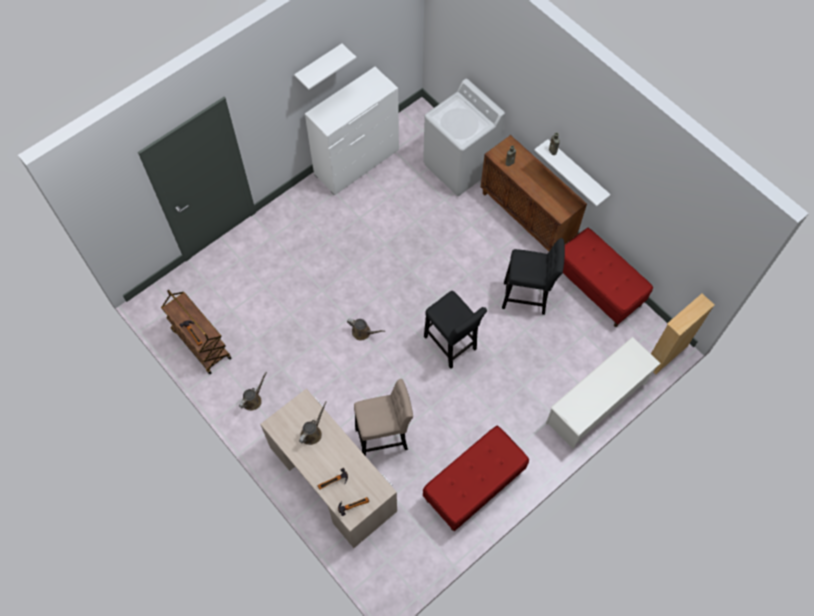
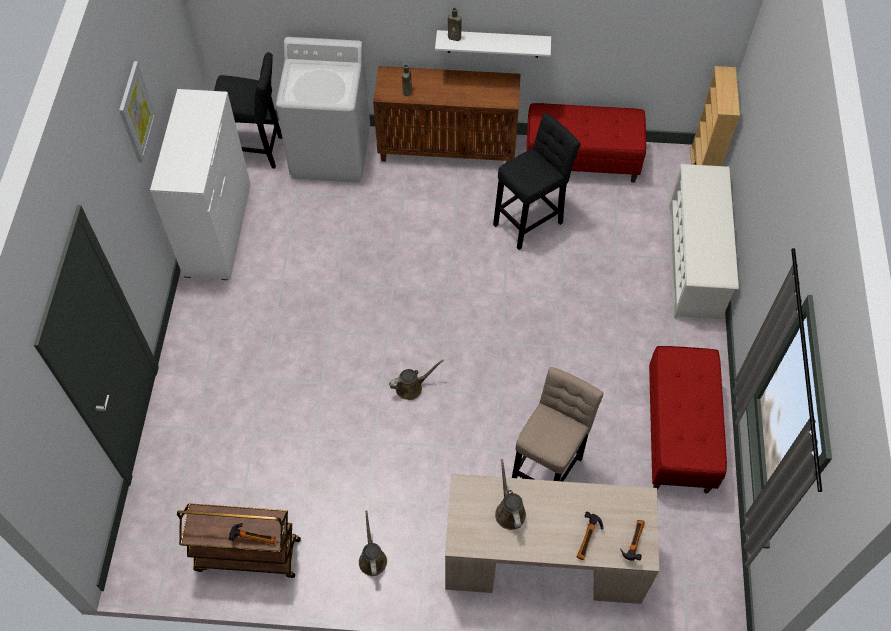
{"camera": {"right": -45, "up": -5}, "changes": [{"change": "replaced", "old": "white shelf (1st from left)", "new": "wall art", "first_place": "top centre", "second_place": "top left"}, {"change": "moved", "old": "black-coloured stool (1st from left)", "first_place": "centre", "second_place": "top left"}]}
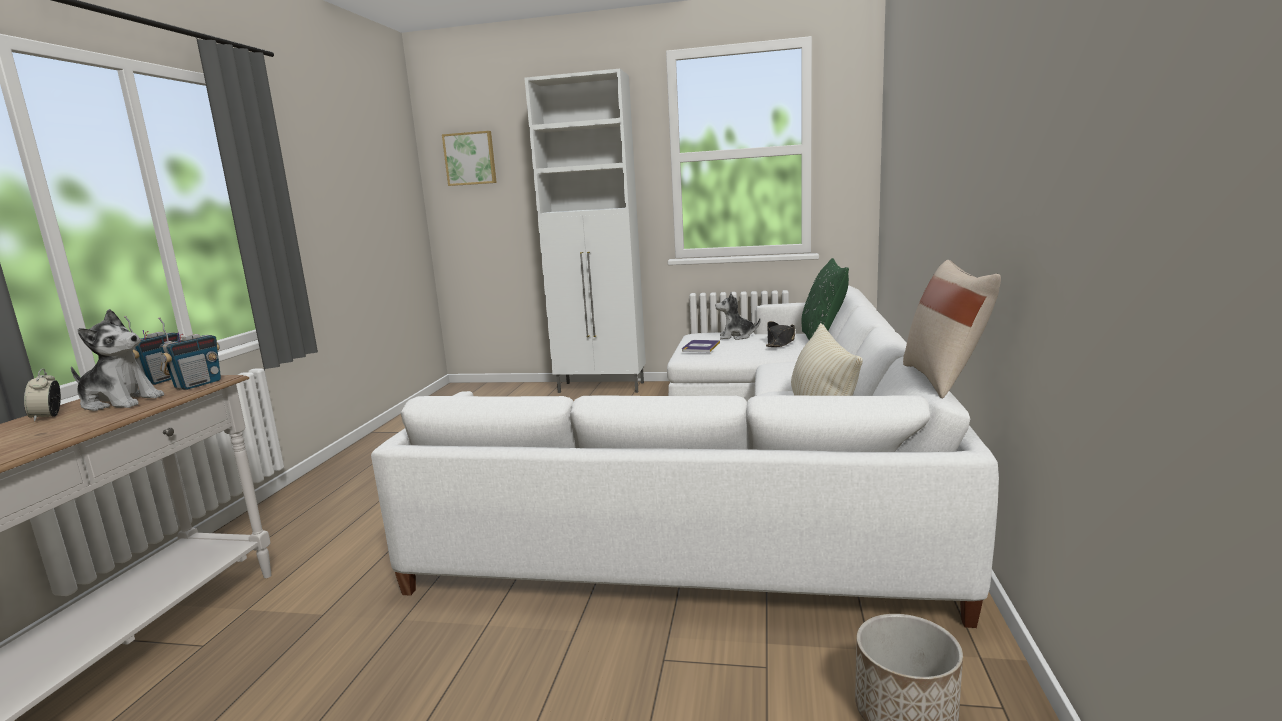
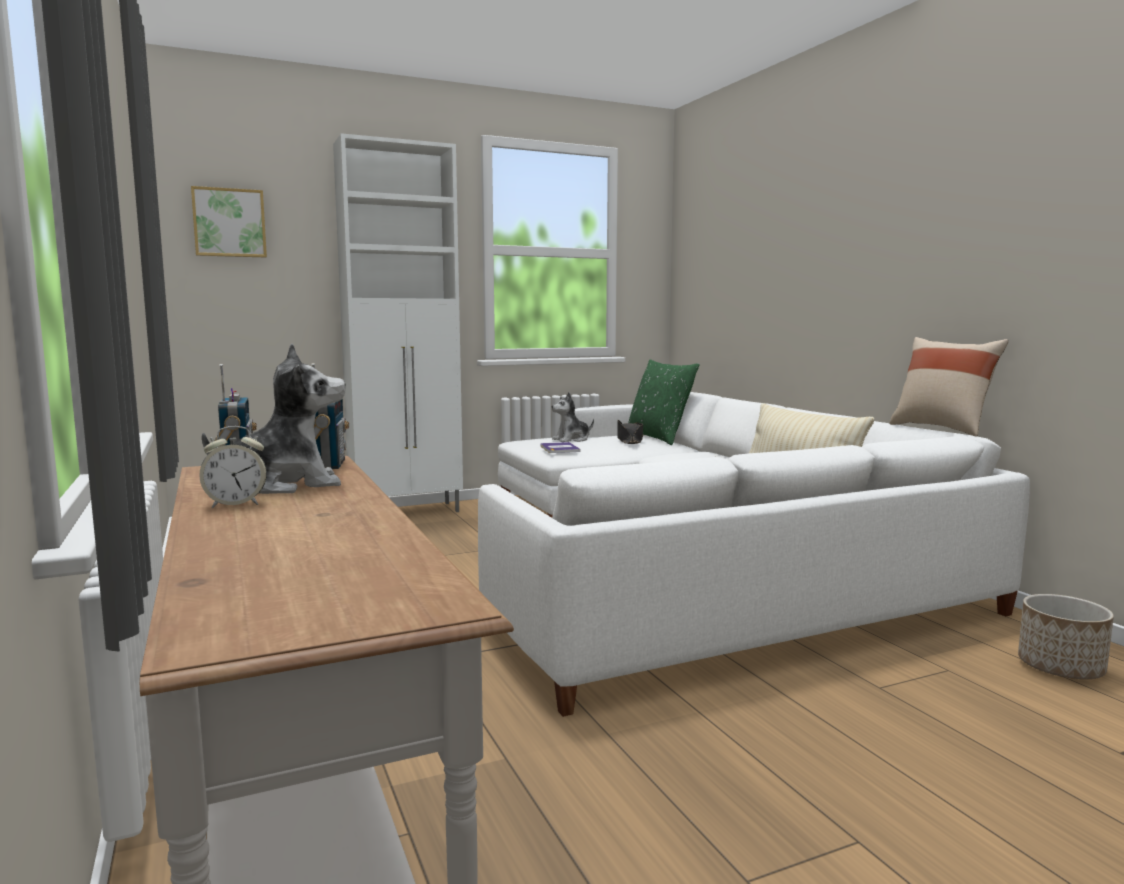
{"camera": {"right": -35, "up": -5}, "changes": [{"change": "turned", "old": "table clock", "first_place": "middle left", "second_place": "middle left", "degrees": -45}]}
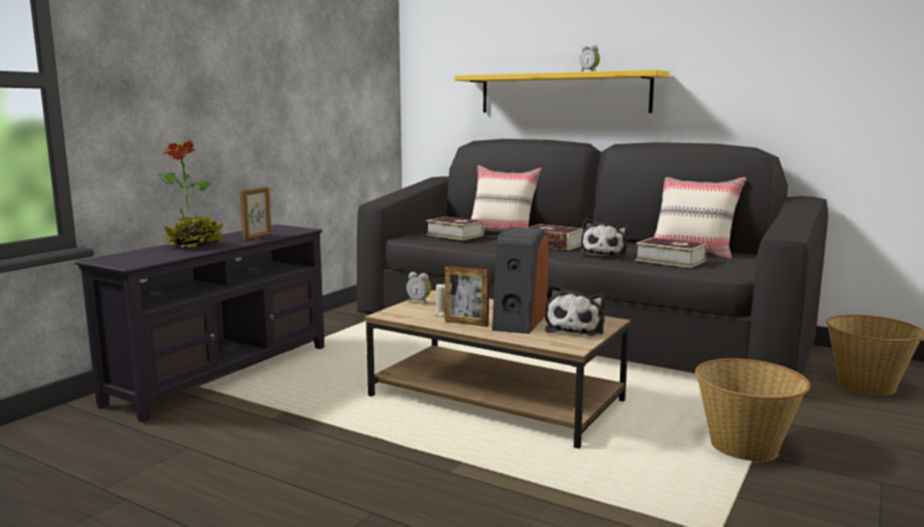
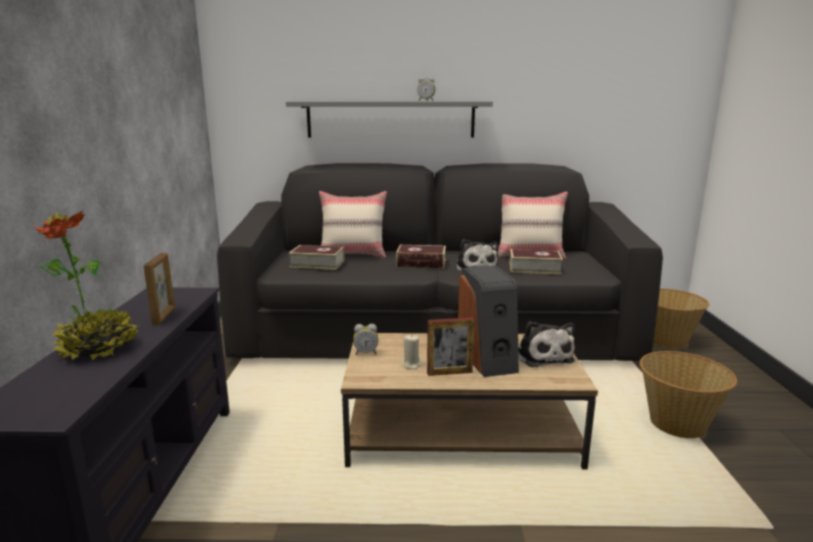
{"camera": {"right": -30, "up": 5}, "changes": [{"change": "recoloured", "old": "yellow-coloured shelf", "new": "gray shelf", "first_place": "top centre", "second_place": "top centre"}]}
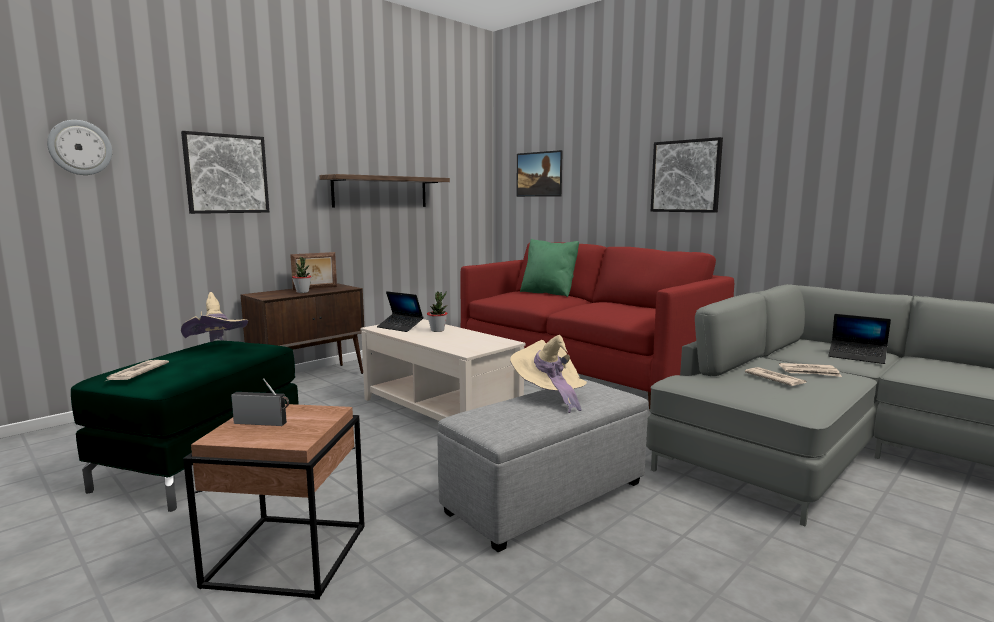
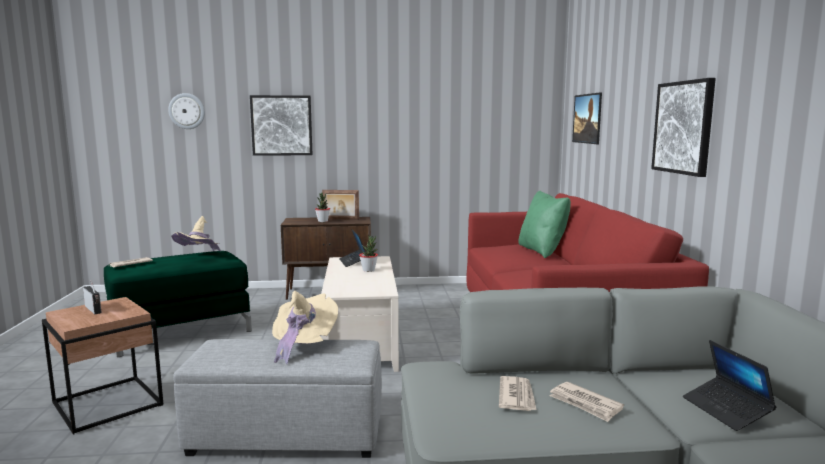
{"camera": {"right": 40, "up": 0}, "changes": [{"change": "removed", "old": "shelf", "first_place": "top centre"}]}
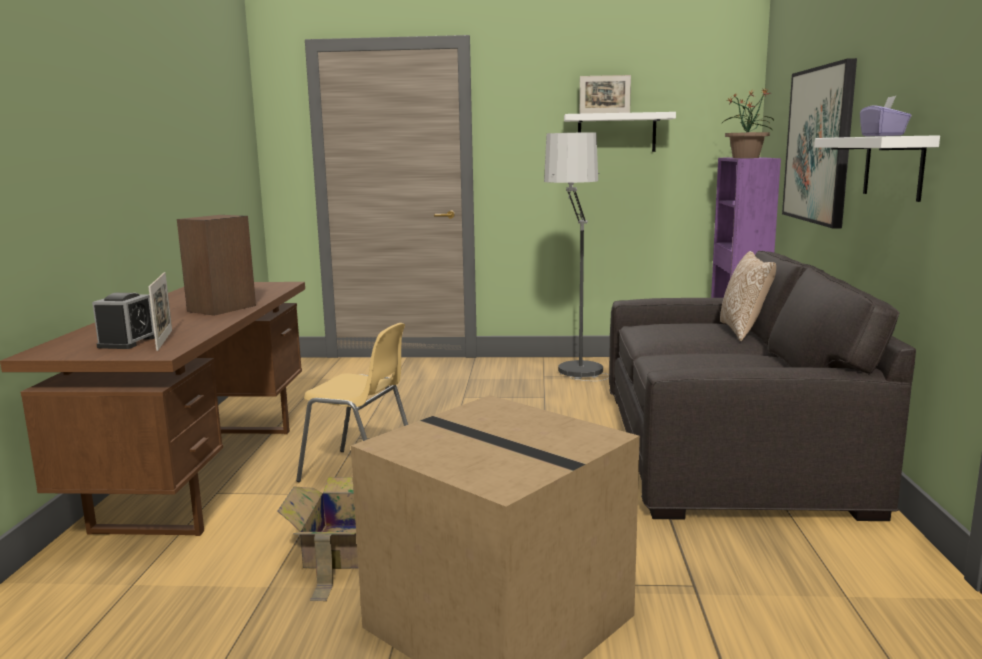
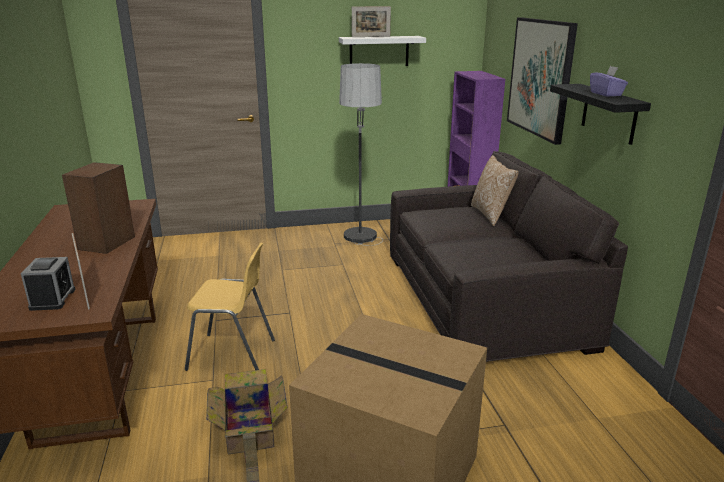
{"camera": {"right": -15, "up": 10}, "changes": [{"change": "recoloured", "old": "white shelf (2nd from left)", "new": "black-coloured shelf", "first_place": "top right", "second_place": "top right"}, {"change": "removed", "old": "houseplant", "first_place": "top right"}]}
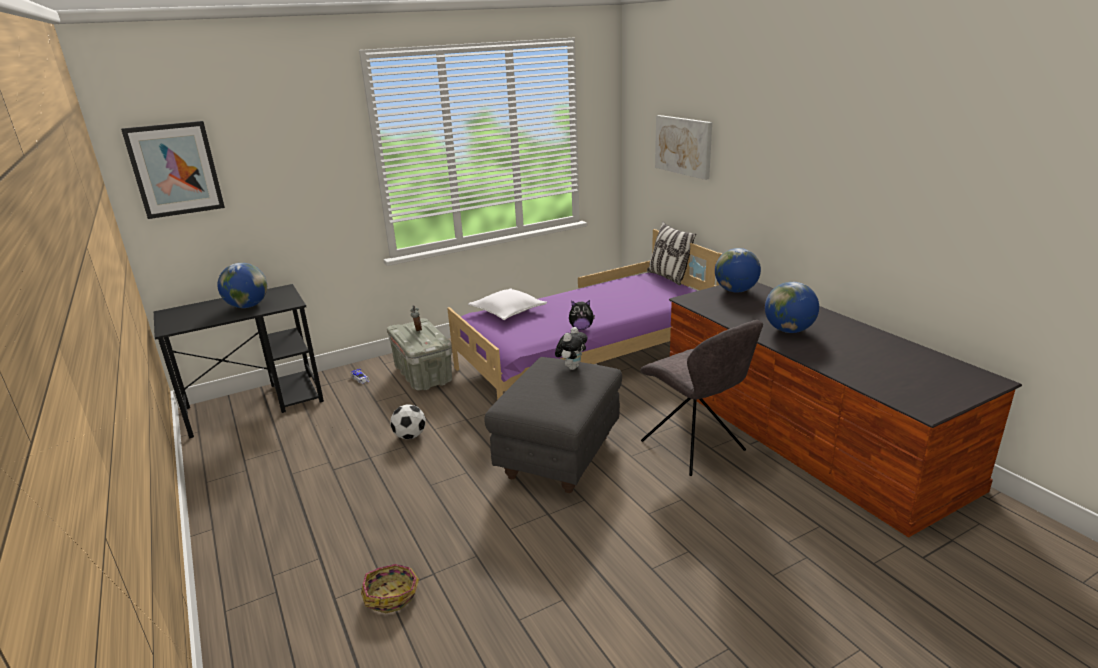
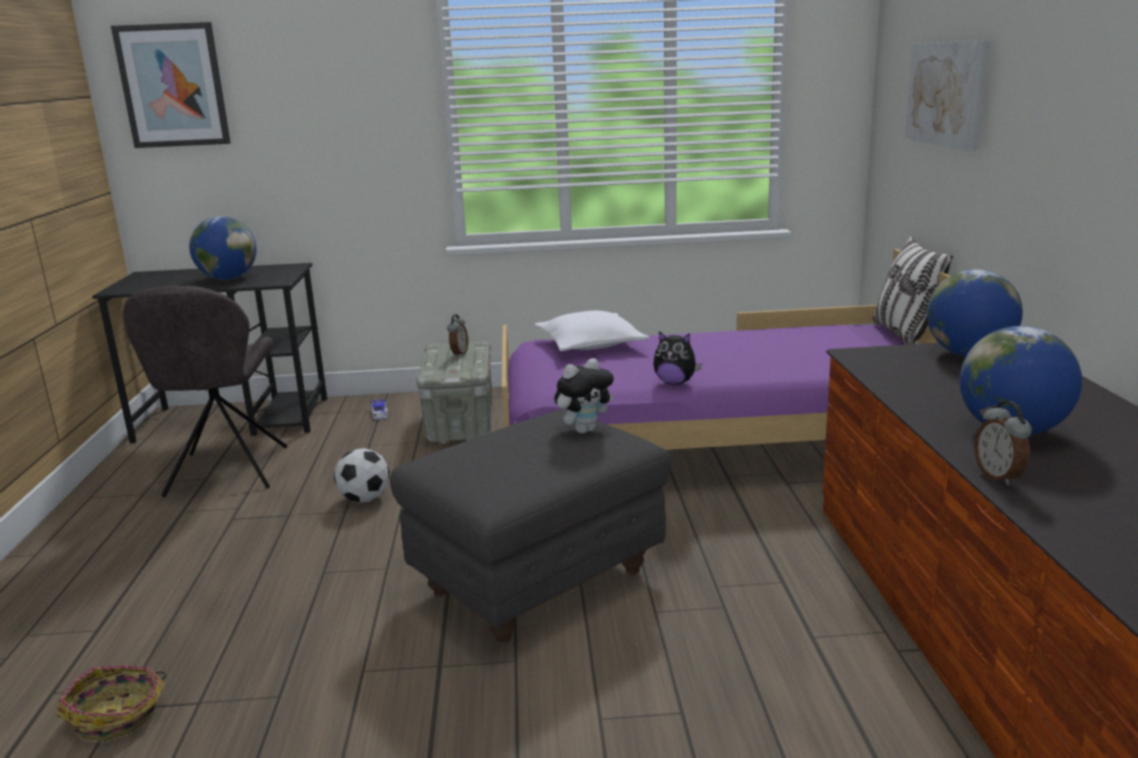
{"camera": {"right": 25, "up": -5}, "changes": [{"change": "moved", "old": "gray chair", "first_place": "centre", "second_place": "middle left"}, {"change": "added", "new": "table clock (2nd from left)", "second_place": "middle right"}]}
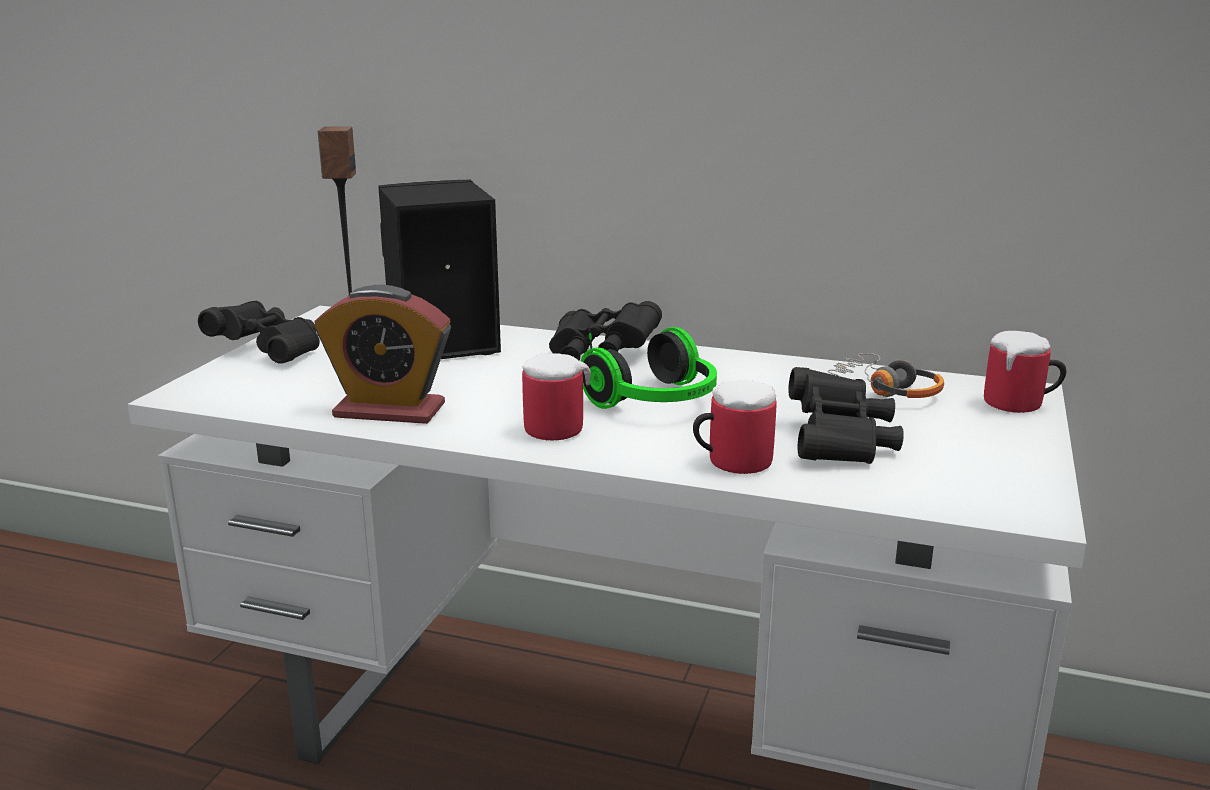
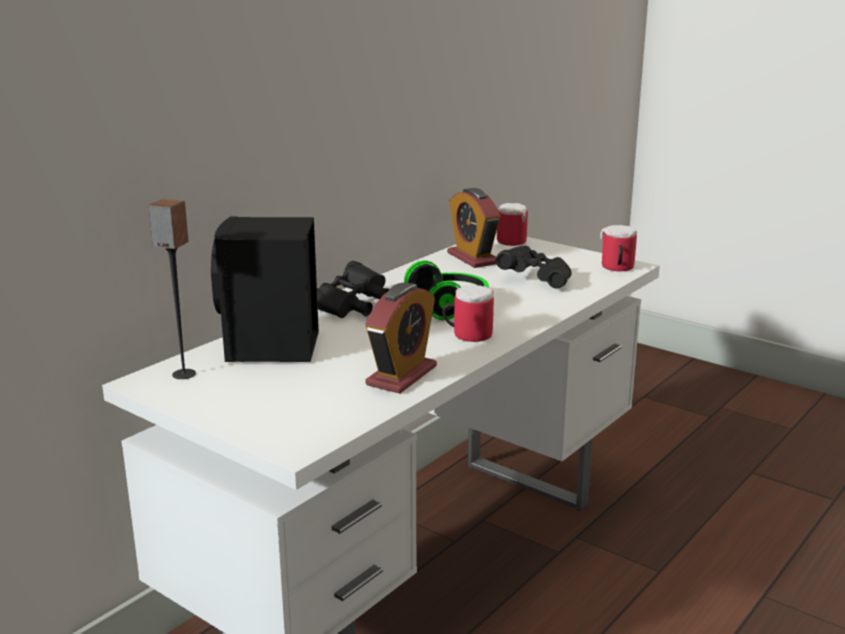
{"camera": {"right": -70, "up": 0}, "changes": [{"change": "replaced", "old": "headset (2nd from left)", "new": "table clock (2nd from left)", "first_place": "middle right", "second_place": "centre"}, {"change": "moved", "old": "tea mug (2nd from left in the first image)", "new": "tea mug (3rd from left)", "first_place": "centre", "second_place": "middle right"}, {"change": "removed", "old": "black-coloured field glasses (1st from left)", "first_place": "middle left"}]}
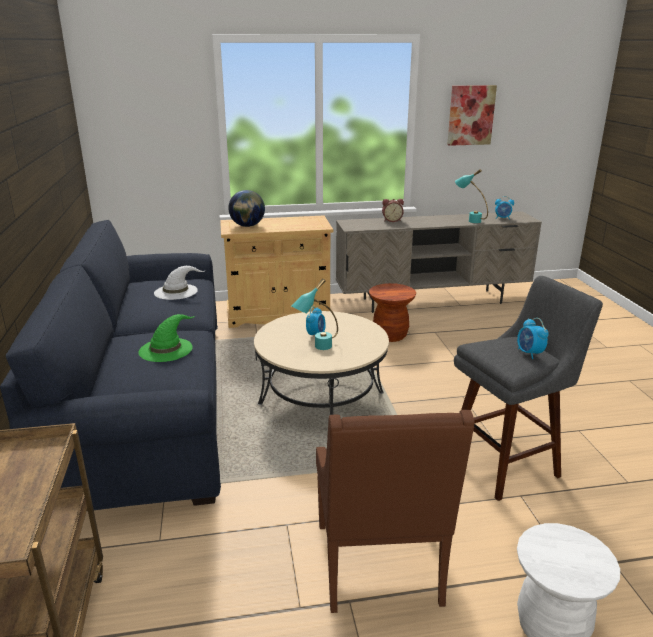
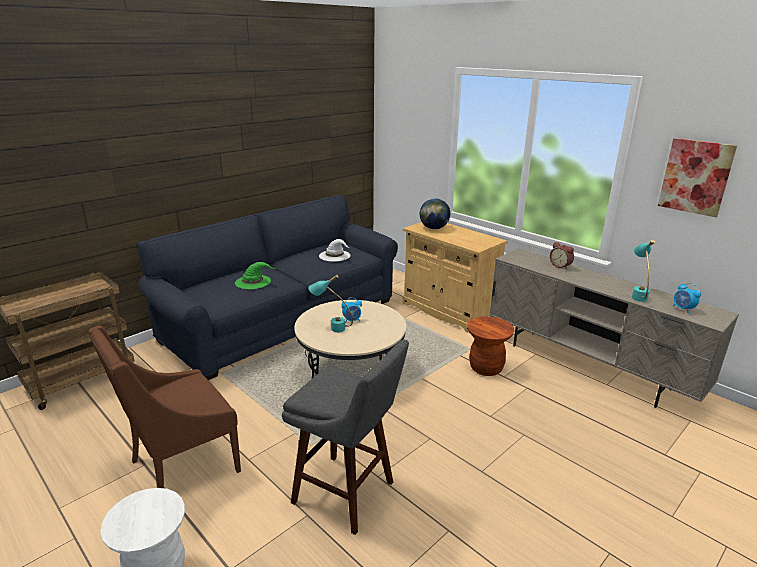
{"camera": {"right": 55, "up": 0}, "changes": [{"change": "removed", "old": "table clock (4th from left)", "first_place": "middle right"}]}
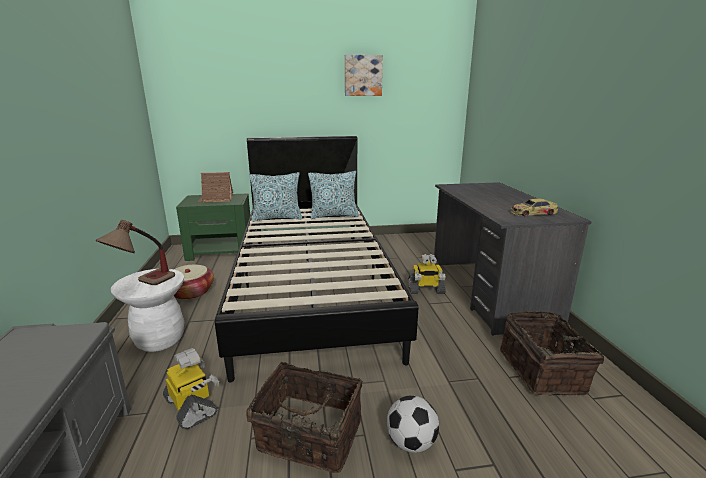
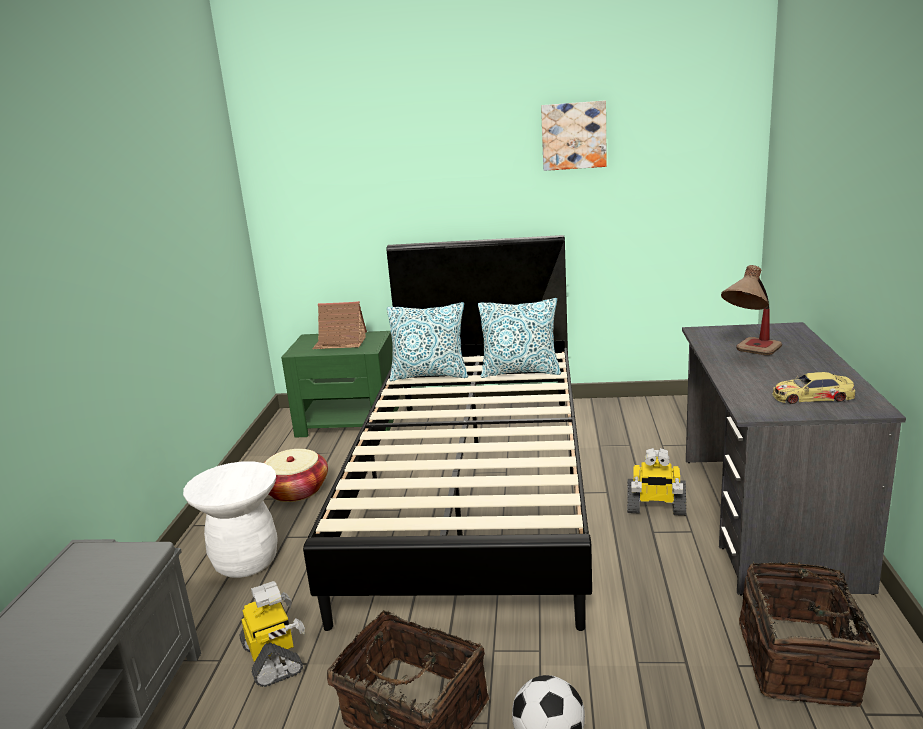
{"camera": {"right": 15, "up": 0}, "changes": [{"change": "moved", "old": "table lamp", "first_place": "middle left", "second_place": "middle right"}]}
